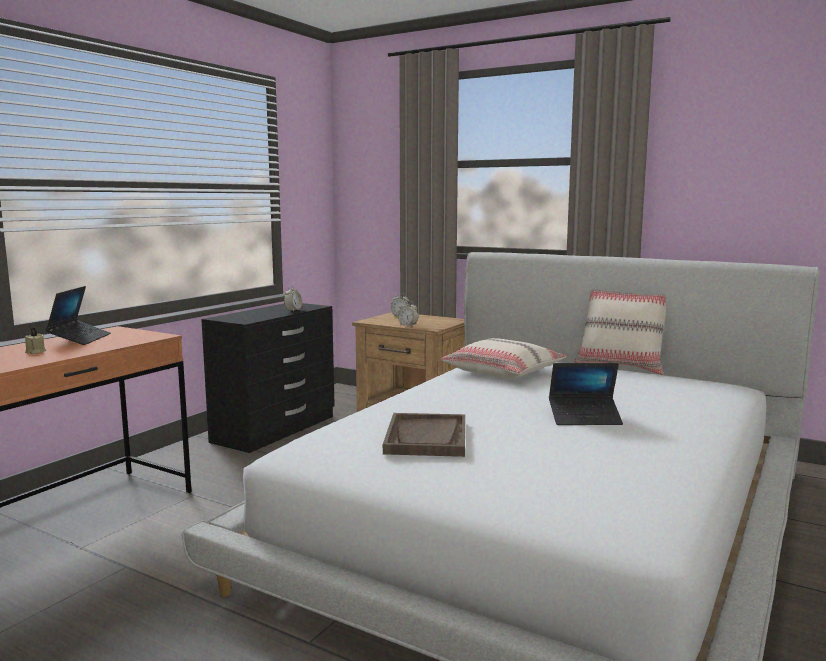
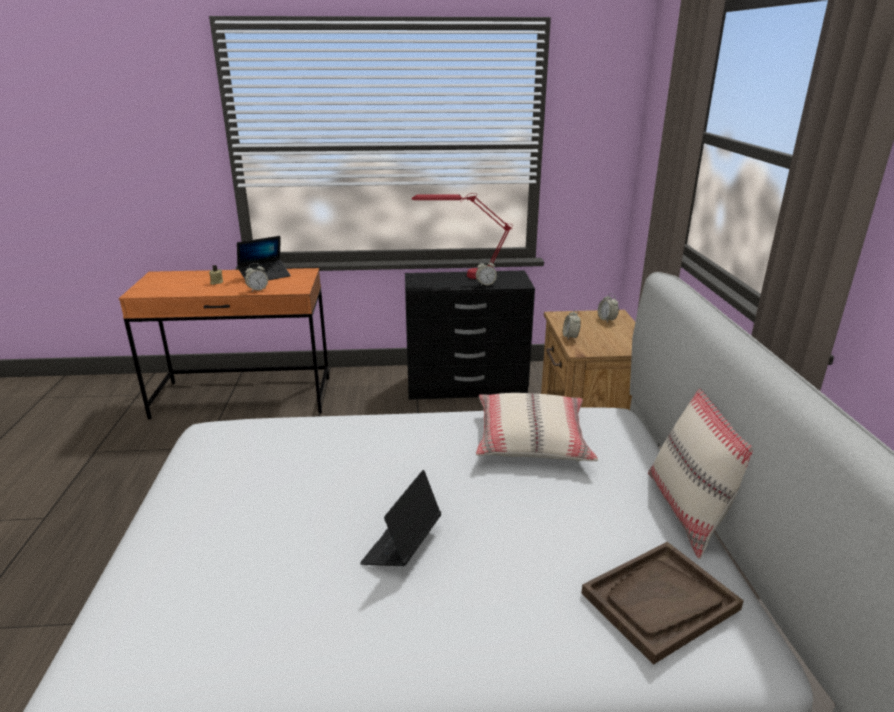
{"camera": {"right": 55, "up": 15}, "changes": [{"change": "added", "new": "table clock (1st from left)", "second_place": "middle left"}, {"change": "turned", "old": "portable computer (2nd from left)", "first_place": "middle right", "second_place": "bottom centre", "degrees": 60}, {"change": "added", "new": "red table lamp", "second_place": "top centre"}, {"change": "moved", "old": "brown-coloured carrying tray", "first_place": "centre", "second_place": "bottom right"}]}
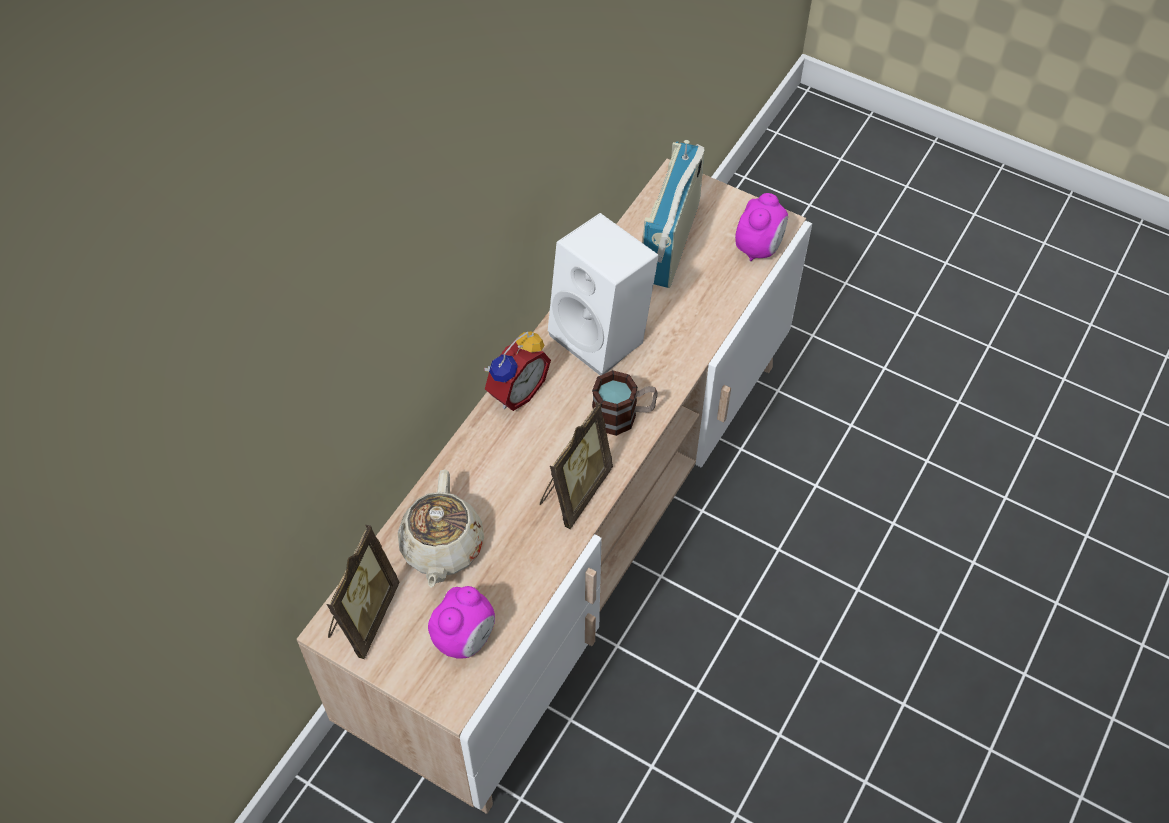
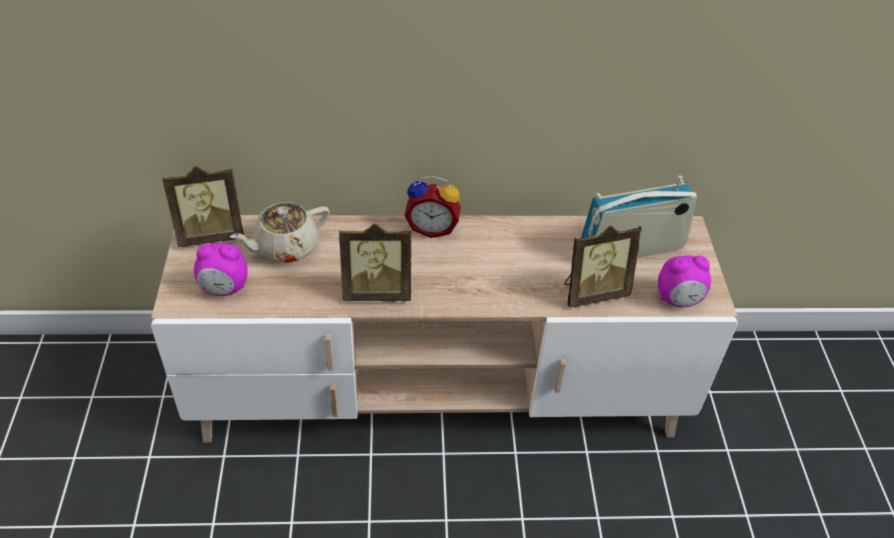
{"camera": {"right": 55, "up": -10}, "changes": [{"change": "added", "new": "standing frame (3rd from left)", "second_place": "middle right"}, {"change": "removed", "old": "white speaker", "first_place": "centre"}, {"change": "removed", "old": "tea mug", "first_place": "centre"}]}
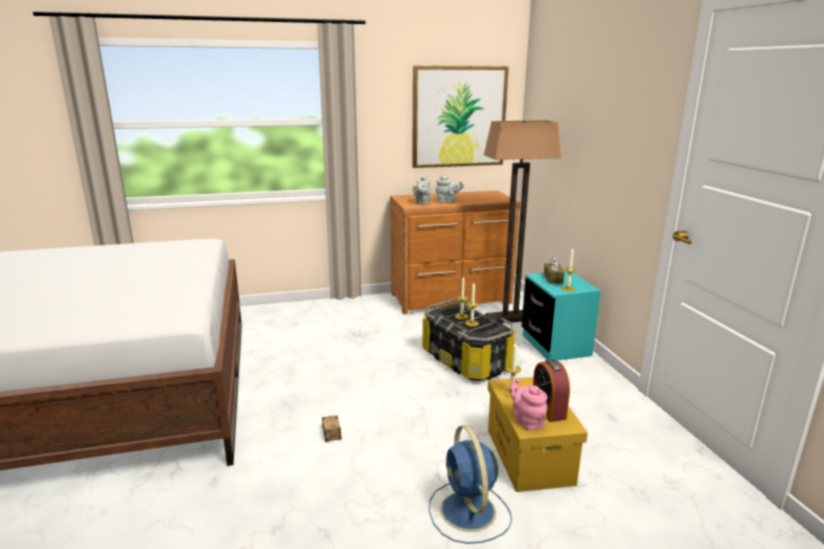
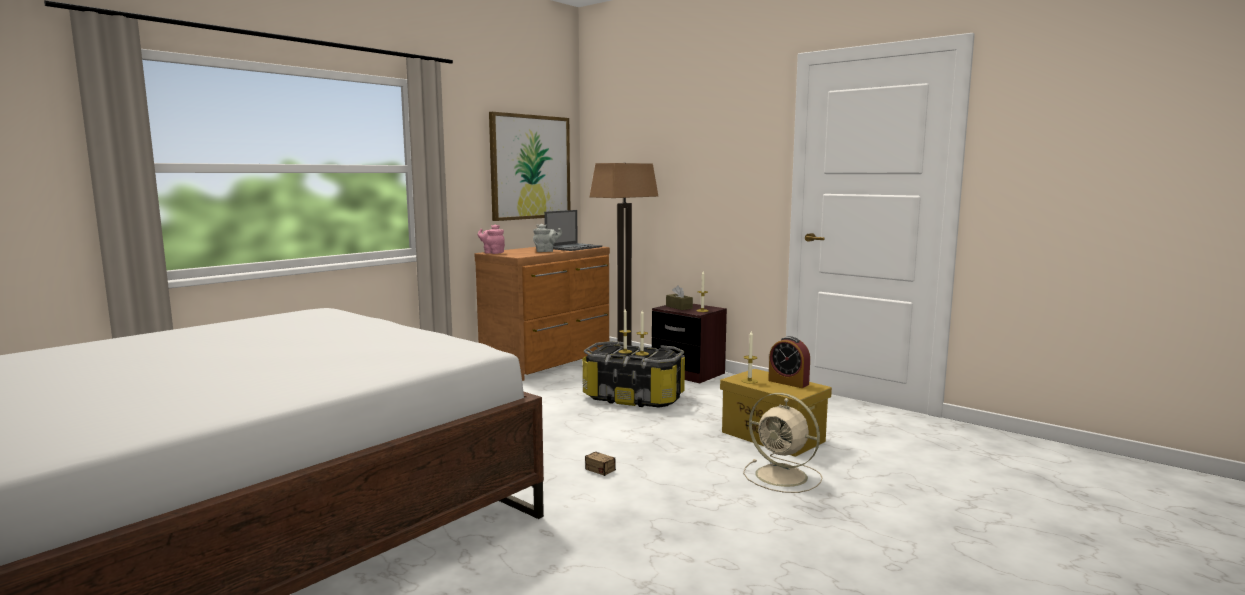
{"camera": {"right": -35, "up": -10}, "changes": [{"change": "moved", "old": "pink-coloured teapot", "first_place": "bottom centre", "second_place": "centre"}, {"change": "added", "new": "portable computer", "second_place": "centre"}, {"change": "recoloured", "old": "turquoise bedside table", "new": "brown-coloured bedside table", "first_place": "middle right", "second_place": "centre"}, {"change": "recoloured", "old": "bluish electric fan", "new": "sand-coloured electric fan", "first_place": "bottom centre", "second_place": "bottom centre"}, {"change": "removed", "old": "gray teapot (1st from left)", "first_place": "centre"}]}
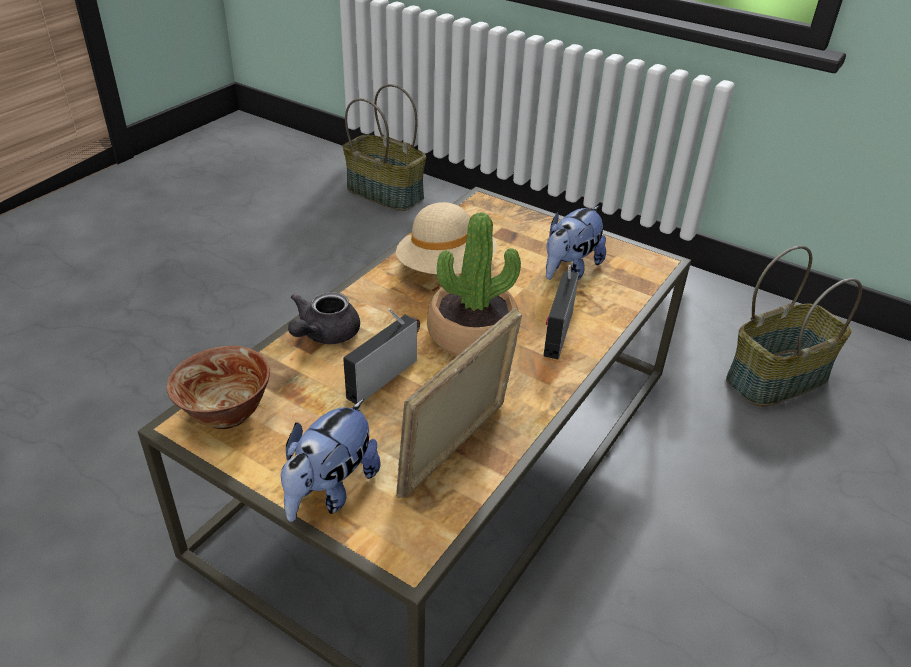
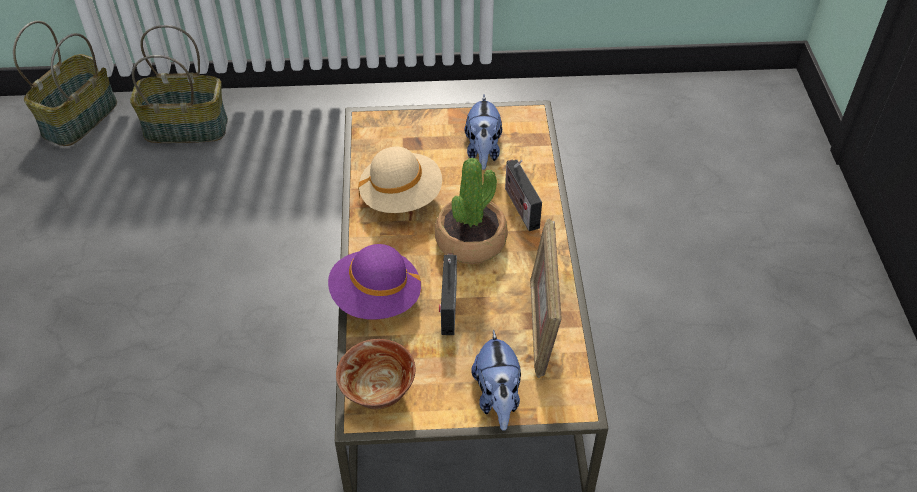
{"camera": {"right": -35, "up": 10}, "changes": [{"change": "moved", "old": "basket (2nd from left in the first image)", "new": "basket (1st from left)", "first_place": "middle right", "second_place": "top left"}, {"change": "replaced", "old": "gray teapot", "new": "purple wearable hat", "first_place": "centre", "second_place": "centre"}]}
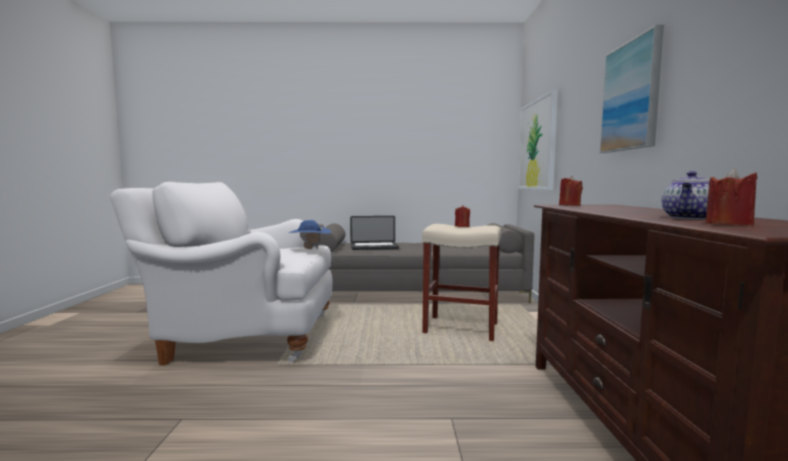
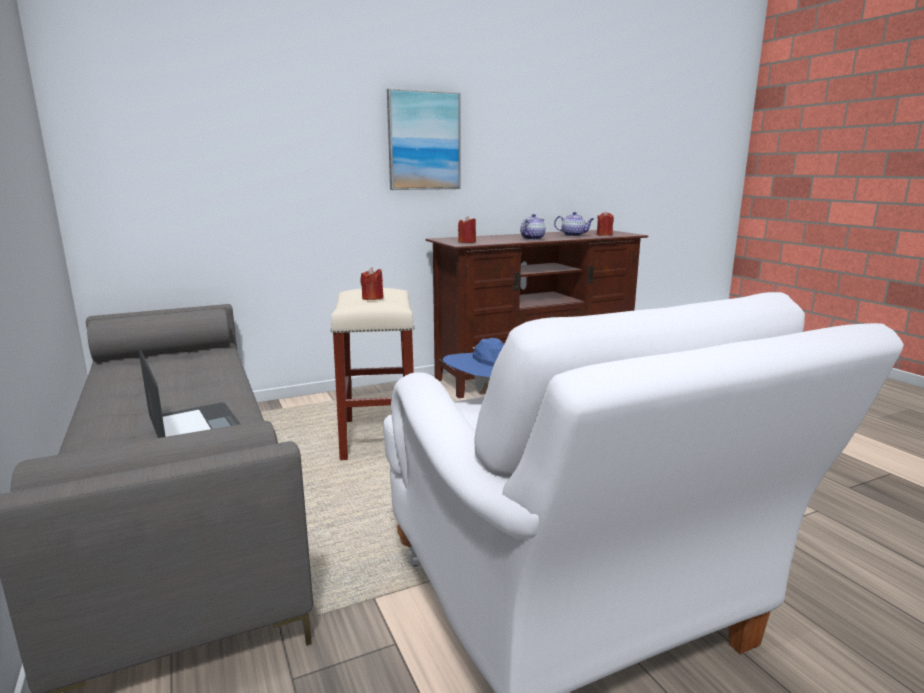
{"camera": {"right": -115, "up": 10}, "changes": [{"change": "added", "new": "teapot (1st from left)", "second_place": "top centre"}, {"change": "removed", "old": "wall art (1st from left)", "first_place": "top right"}]}
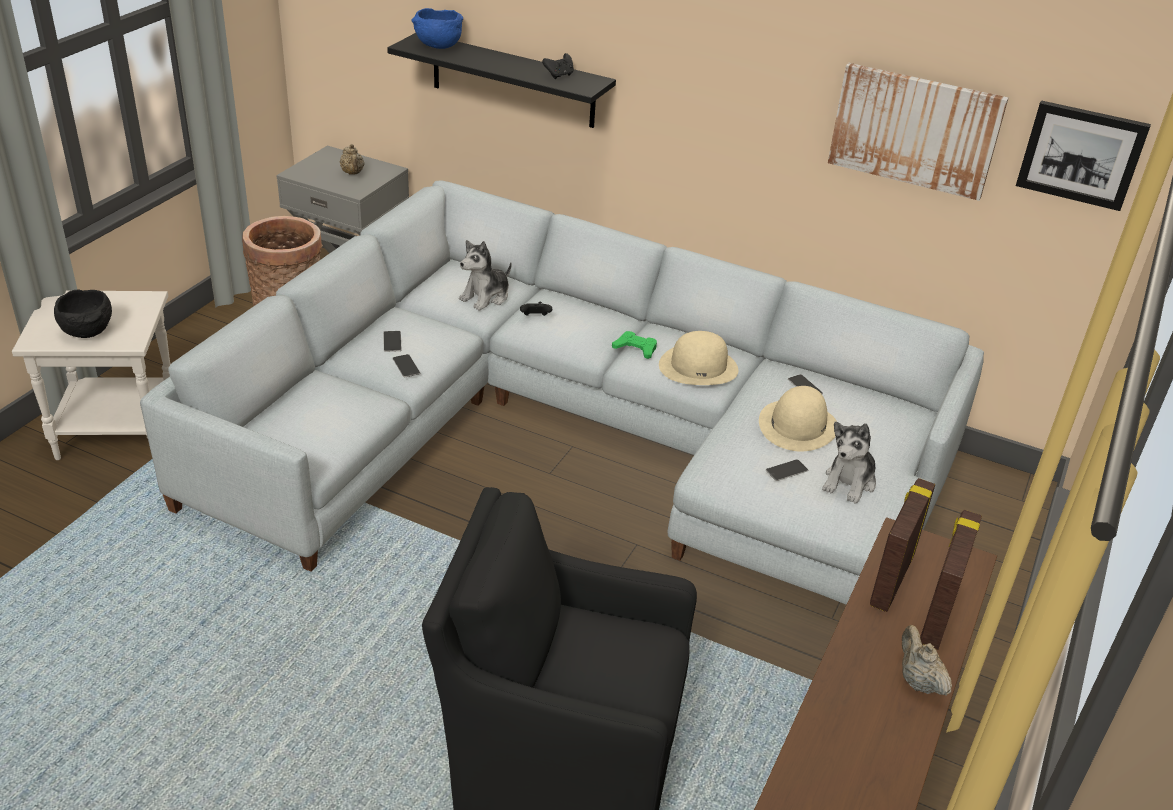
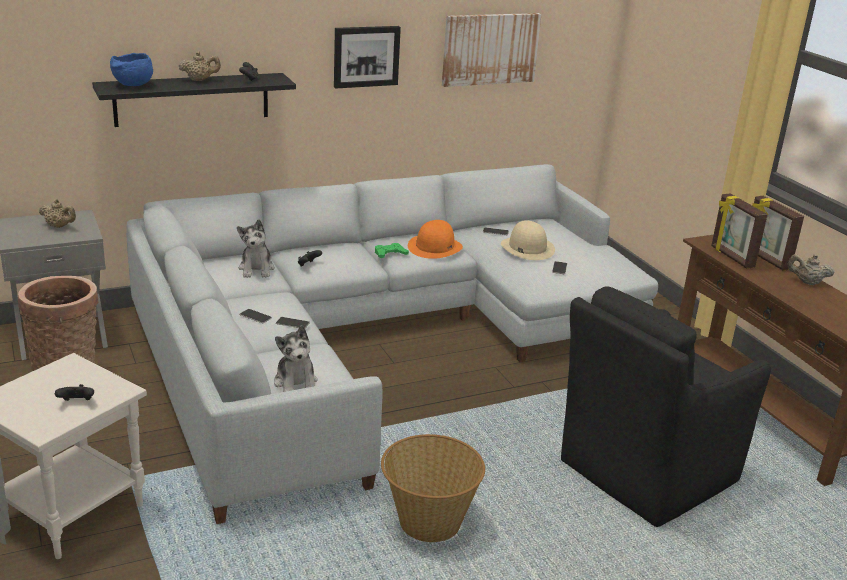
{"camera": {"right": -50, "up": -10}, "changes": [{"change": "replaced", "old": "black-coloured serving bowl", "new": "black-coloured game controller (1st from left)", "first_place": "middle left", "second_place": "bottom left"}, {"change": "added", "new": "sand-coloured teapot (2nd from left)", "second_place": "top left"}, {"change": "moved", "old": "plush toy (2nd from left)", "first_place": "middle right", "second_place": "centre"}, {"change": "moved", "old": "wall art (2nd from left in the first image)", "new": "wall art (1st from left)", "first_place": "top right", "second_place": "top centre"}, {"change": "added", "new": "basket (2nd from left)", "second_place": "bottom centre"}, {"change": "recoloured", "old": "sand-coloured wearable hat (1st from left)", "new": "orange-coloured wearable hat", "first_place": "centre", "second_place": "centre"}]}
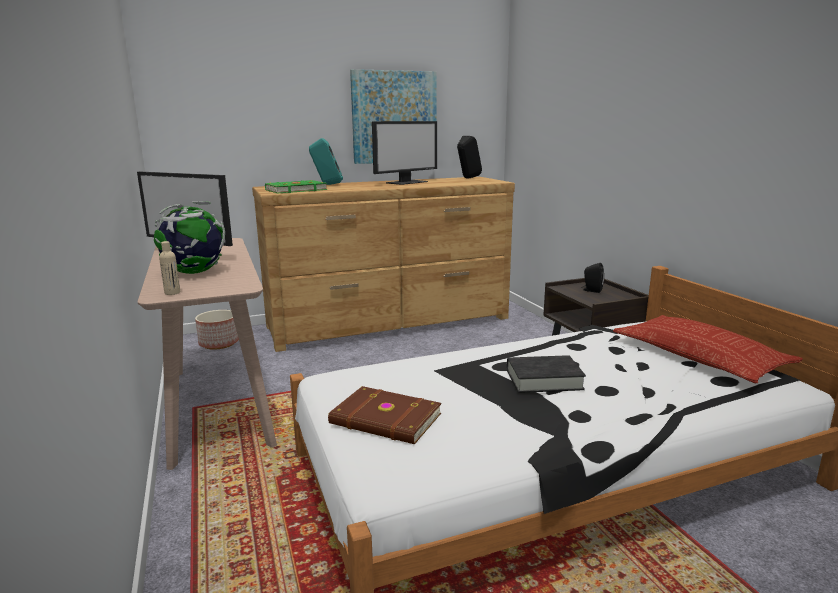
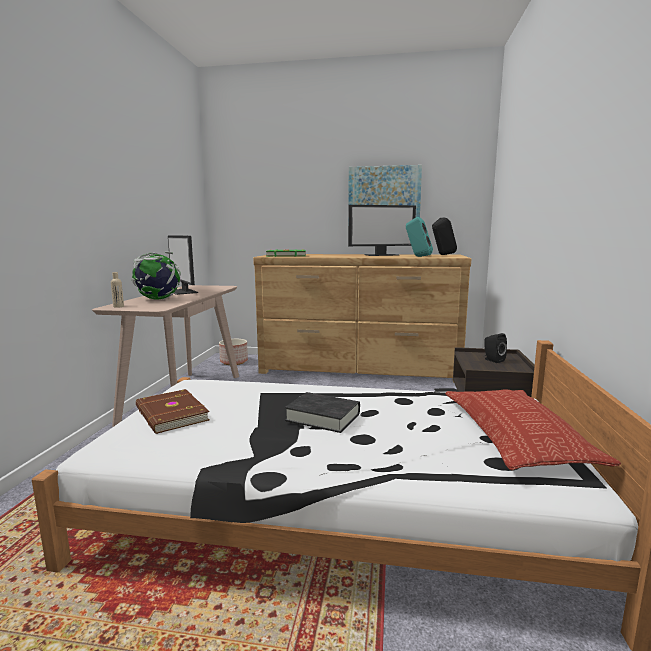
{"camera": {"right": 30, "up": -5}, "changes": [{"change": "moved", "old": "turquoise speaker", "first_place": "top centre", "second_place": "centre"}]}
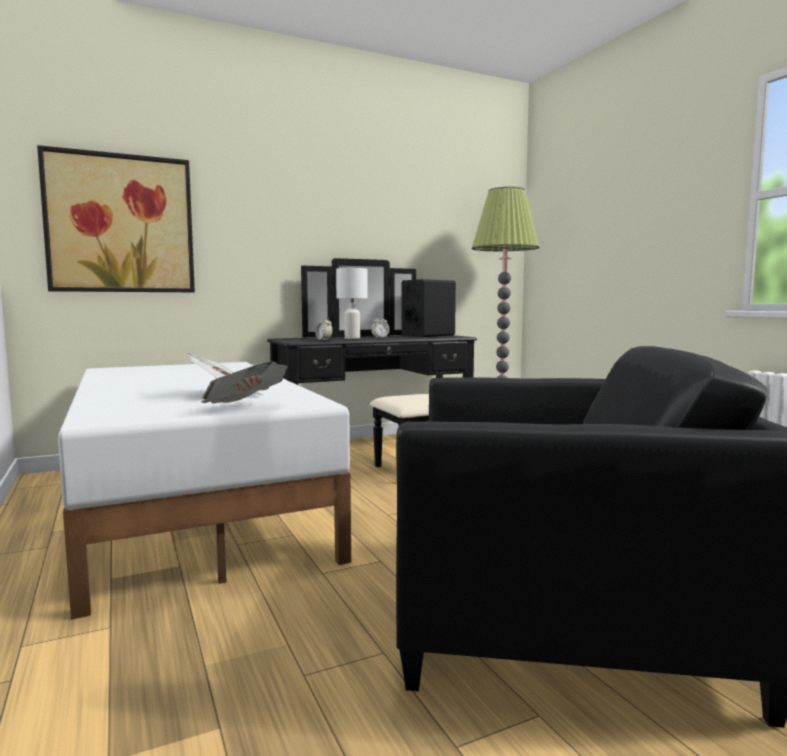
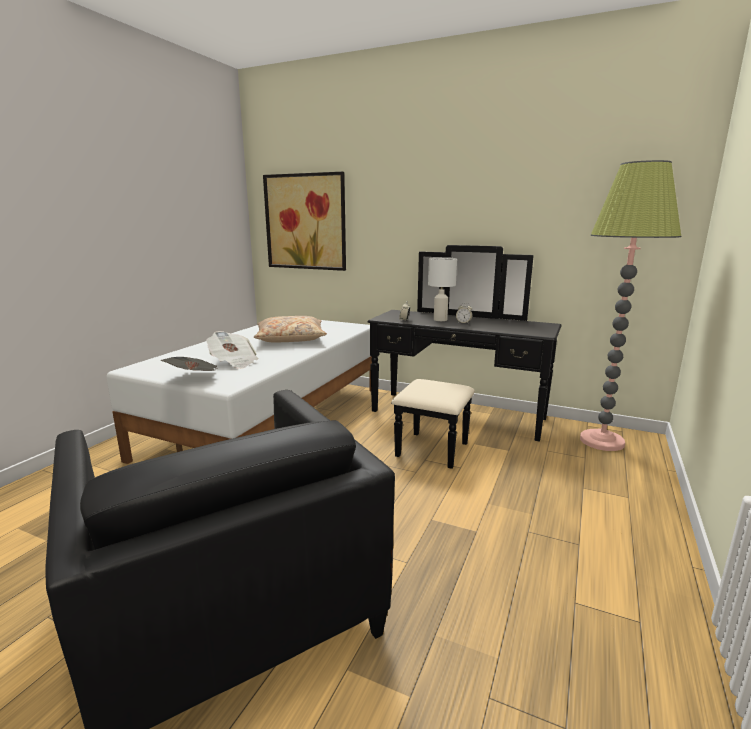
{"camera": {"right": 50, "up": 10}, "changes": [{"change": "added", "new": "sand-coloured cushion", "second_place": "centre"}, {"change": "removed", "old": "black-coloured speaker", "first_place": "centre"}]}
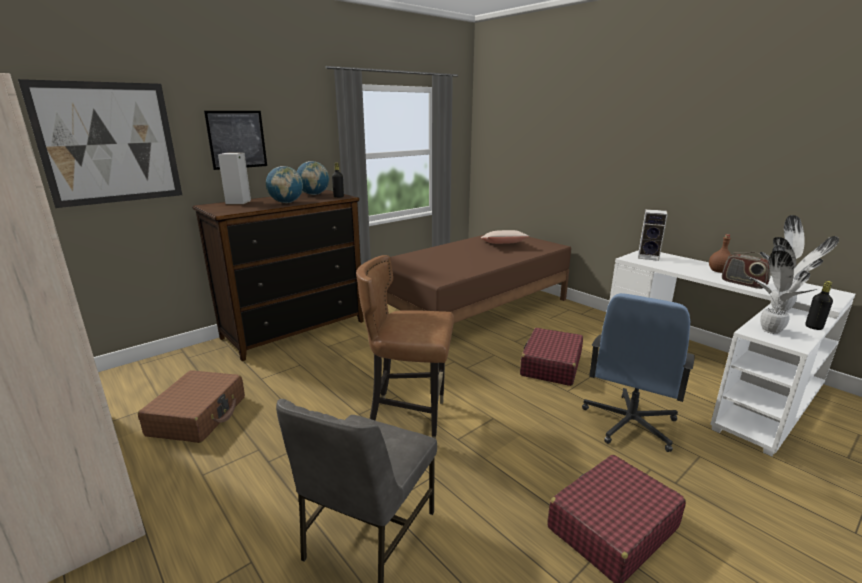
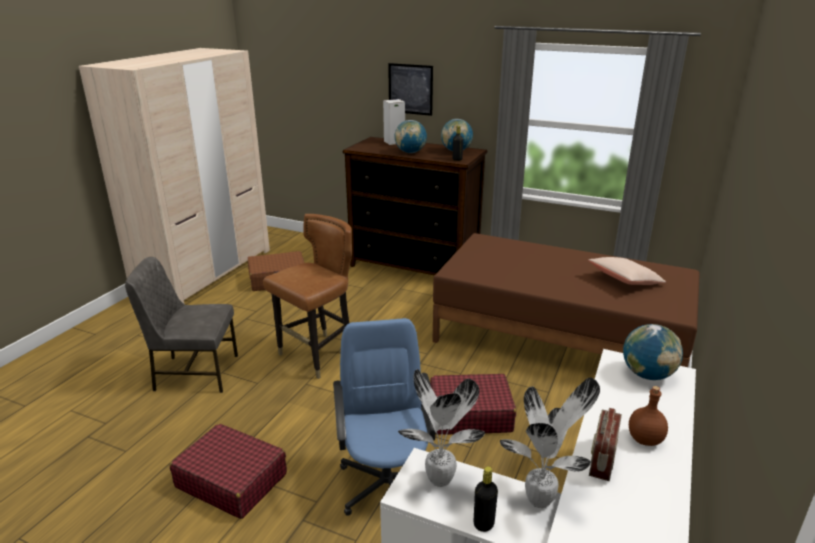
{"camera": {"right": 65, "up": 5}, "changes": [{"change": "turned", "old": "brown-coloured chair", "first_place": "centre", "second_place": "centre", "degrees": 60}, {"change": "turned", "old": "bluish desk chair", "first_place": "middle right", "second_place": "bottom centre", "degrees": 75}, {"change": "replaced", "old": "speaker (2nd from left)", "new": "desk globe (3rd from left)", "first_place": "middle right", "second_place": "middle right"}, {"change": "removed", "old": "wall art (1st from left)", "first_place": "top left"}]}
